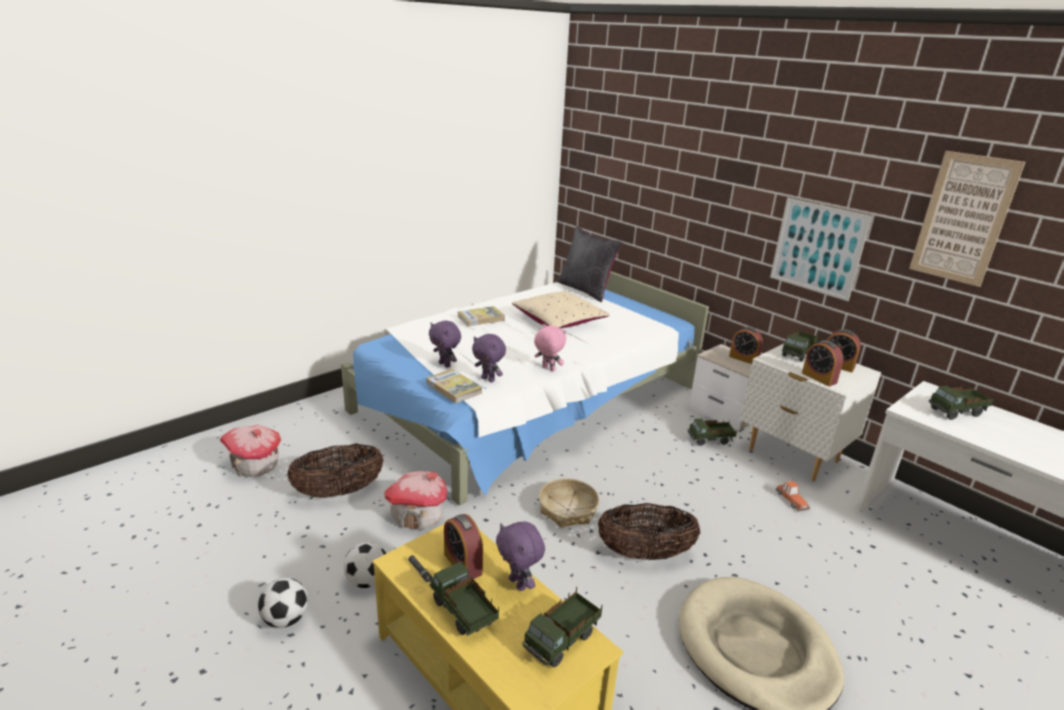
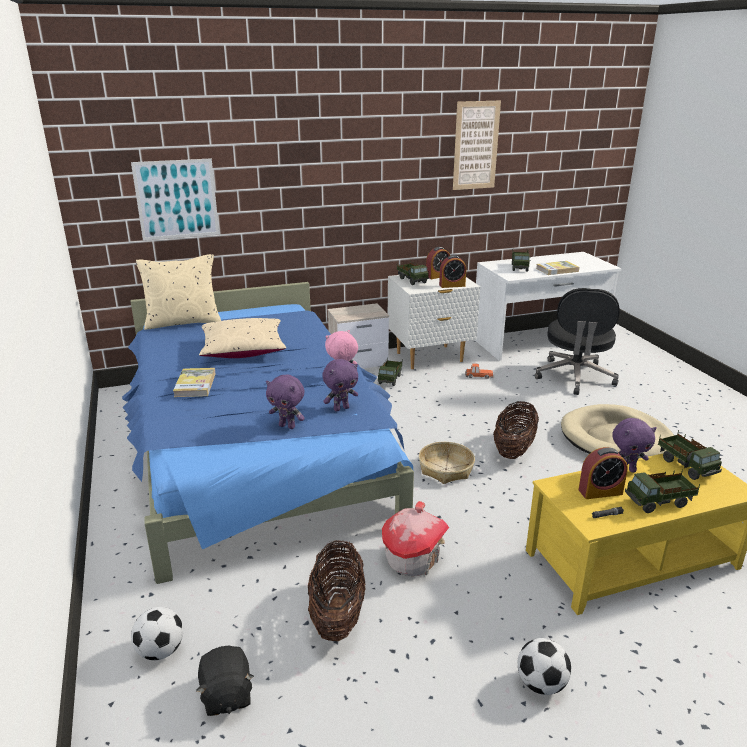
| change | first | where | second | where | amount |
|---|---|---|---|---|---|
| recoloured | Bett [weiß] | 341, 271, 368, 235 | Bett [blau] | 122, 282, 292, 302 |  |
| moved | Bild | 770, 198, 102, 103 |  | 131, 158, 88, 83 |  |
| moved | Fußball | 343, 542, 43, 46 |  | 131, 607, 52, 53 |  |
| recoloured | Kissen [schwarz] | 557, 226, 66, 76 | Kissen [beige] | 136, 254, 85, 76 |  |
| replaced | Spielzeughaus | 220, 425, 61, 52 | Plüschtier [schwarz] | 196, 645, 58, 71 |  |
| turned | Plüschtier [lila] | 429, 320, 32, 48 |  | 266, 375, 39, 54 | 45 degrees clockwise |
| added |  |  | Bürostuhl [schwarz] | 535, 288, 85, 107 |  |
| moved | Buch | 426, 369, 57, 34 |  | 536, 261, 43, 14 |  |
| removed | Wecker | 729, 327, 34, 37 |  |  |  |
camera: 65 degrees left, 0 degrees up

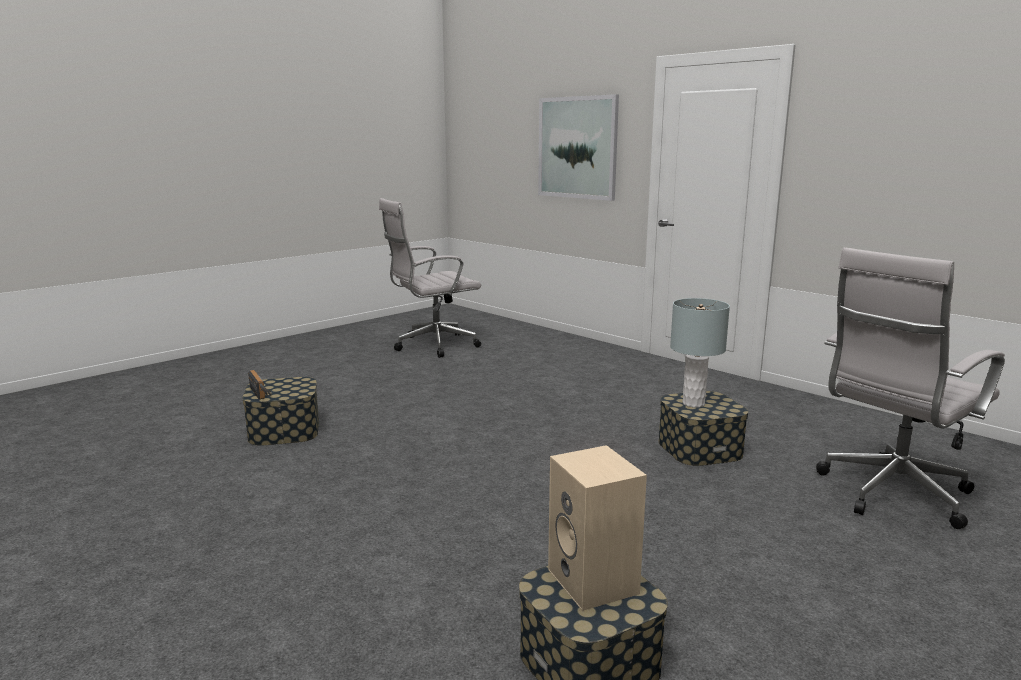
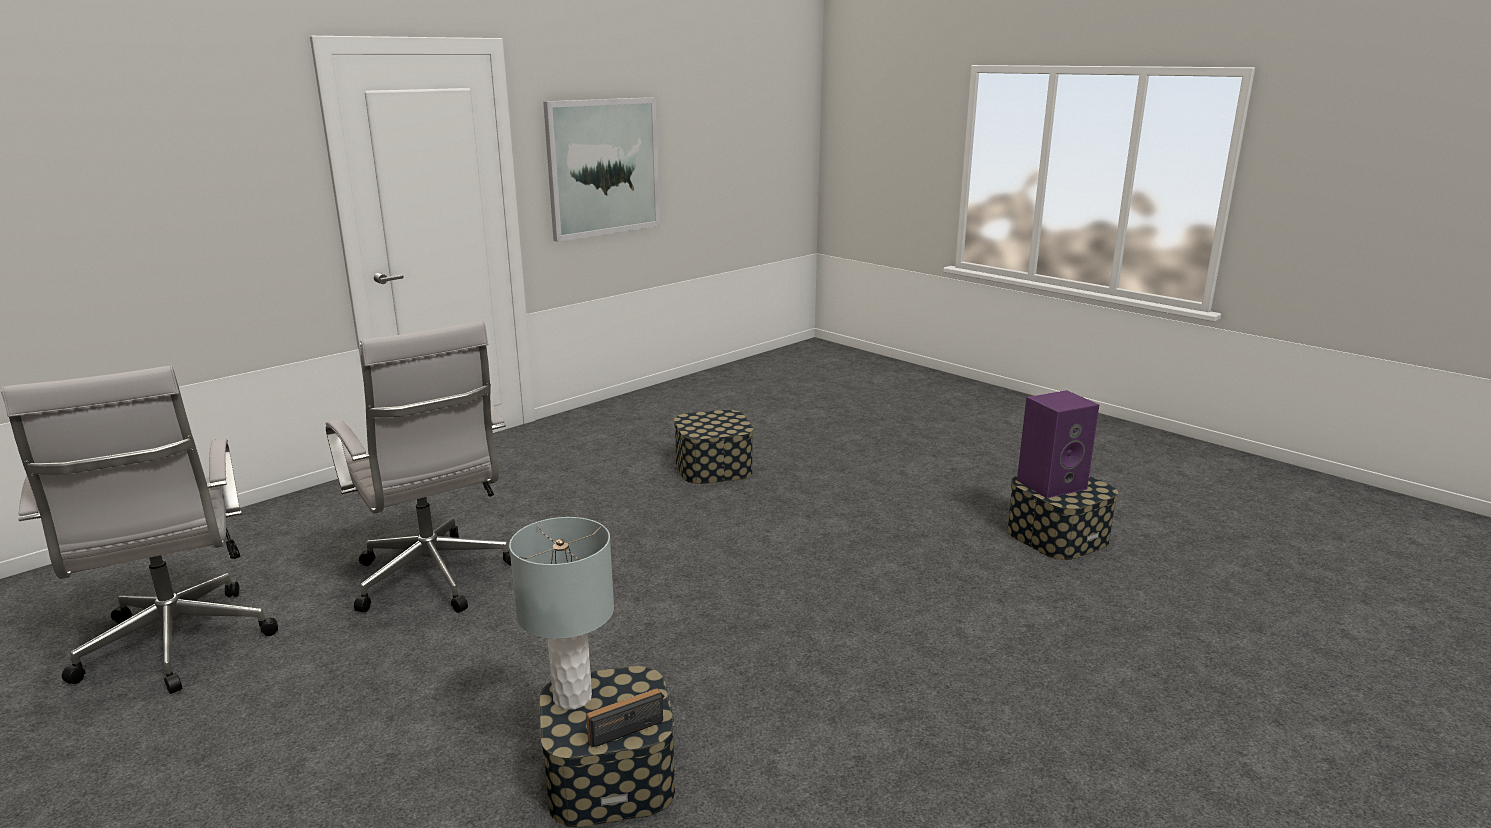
| change | first | where | second | where | amount |
|---|---|---|---|---|---|
| moved | Bürostuhl [weiß] | 816, 247, 189, 282 |  | 325, 321, 186, 292 |  |
| moved | Tischlampe [grau] | 670, 298, 60, 110 |  | 509, 517, 105, 193 |  |
| moved | Bild | 538, 94, 81, 107 |  | 543, 97, 117, 145 |  |
| recoloured | Lautsprecher [beige] | 548, 445, 99, 166 | Lautsprecher [lila] | 1017, 390, 82, 108 |  |
camera: 90 degrees left, 5 degrees up

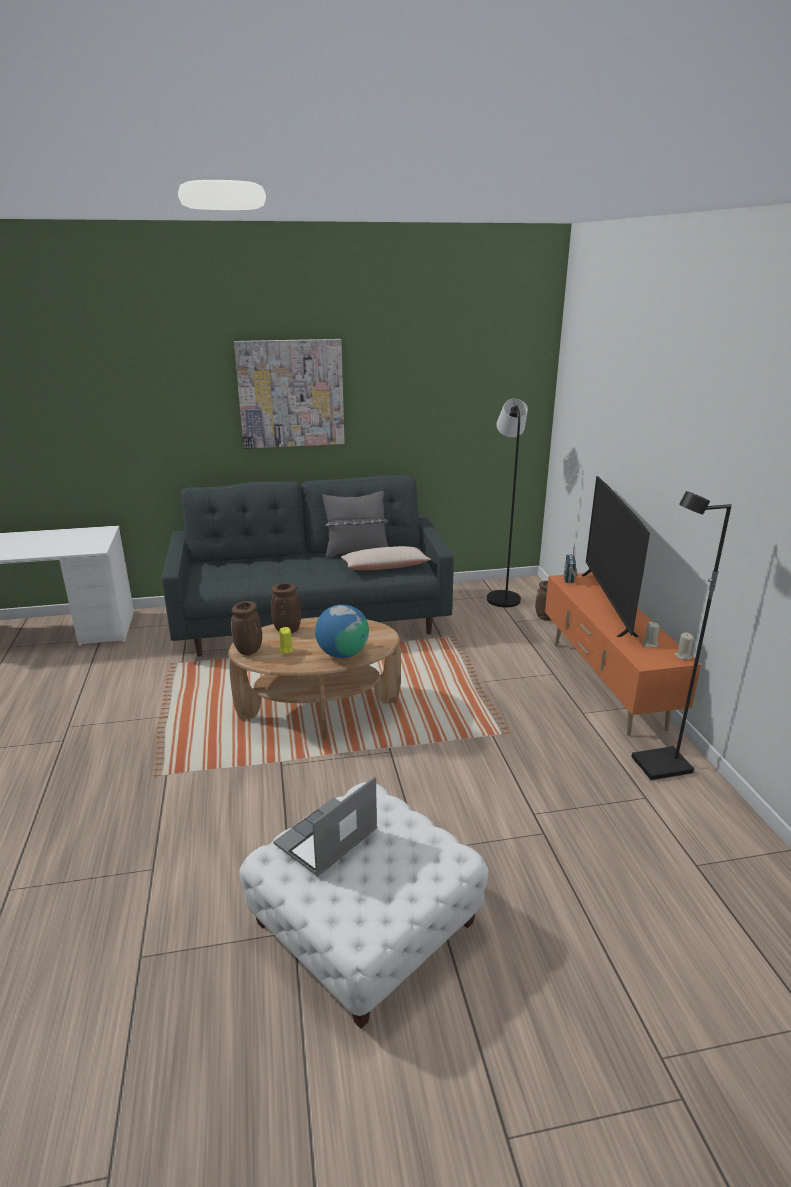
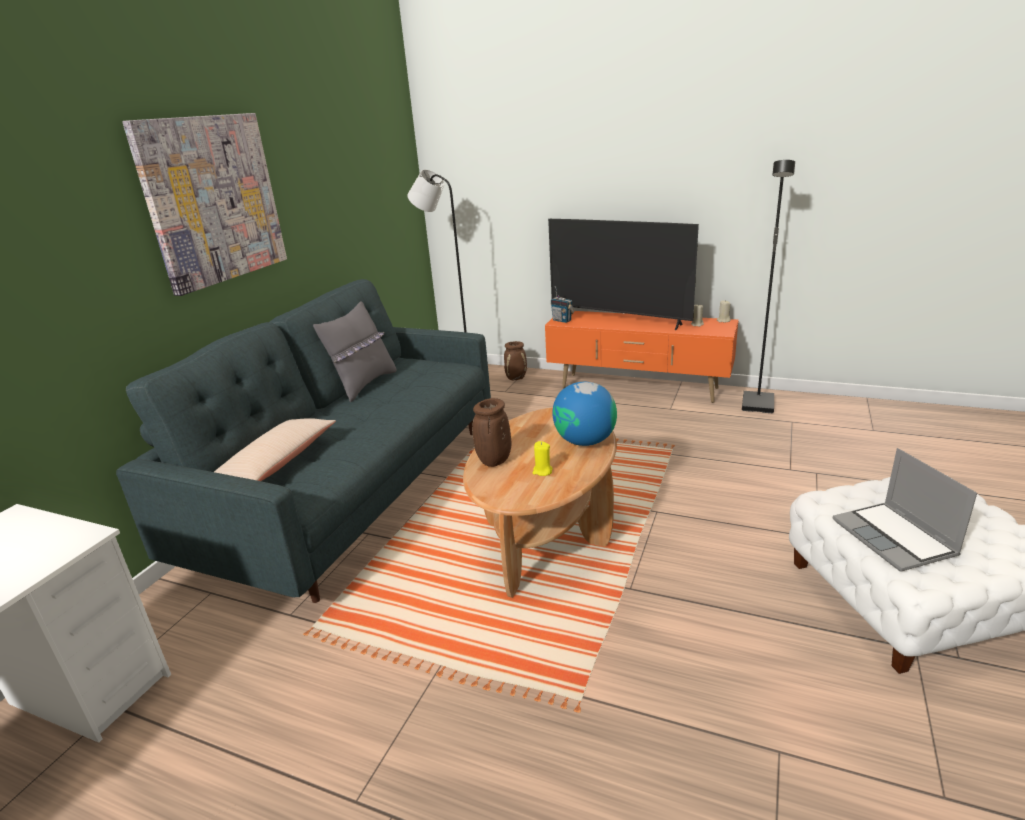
| change | first | where | second | where | amount |
|---|---|---|---|---|---|
| moved | Kissen [beige] | 341, 546, 90, 24 |  | 214, 418, 122, 63 |  |
| removed | Vase [braun] | 231, 601, 31, 54 |  |  |  |
camera: 55 degrees left, 0 degrees up

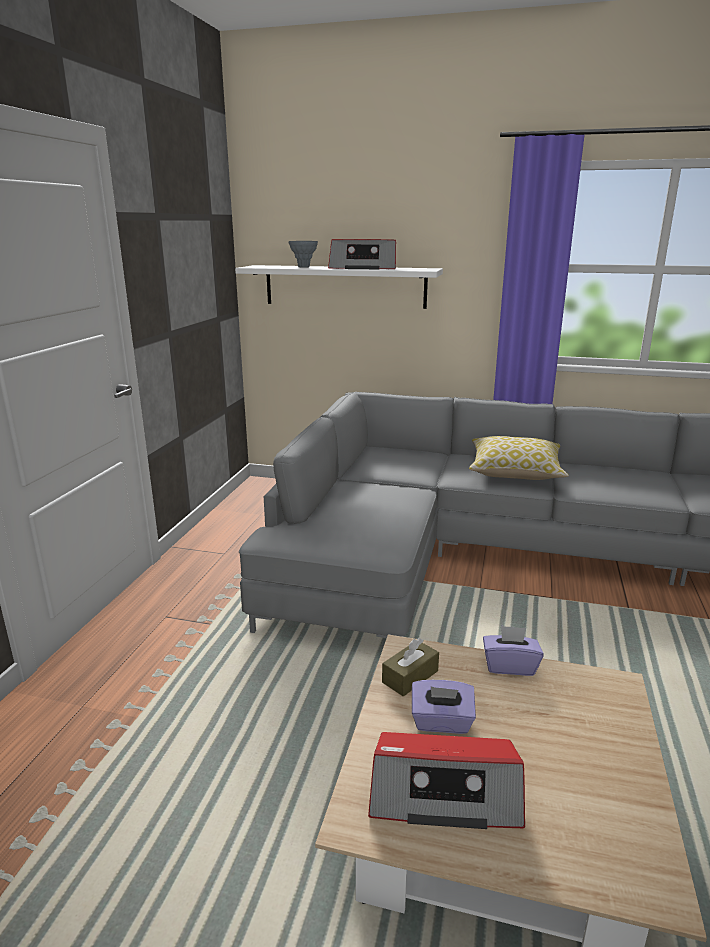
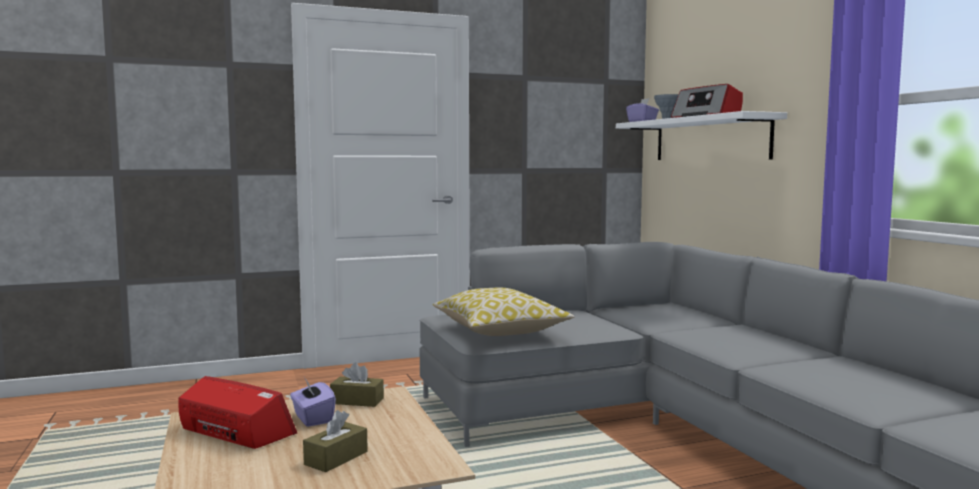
| change | first | where | second | where | amount |
|---|---|---|---|---|---|
| turned | Radio | 368, 732, 157, 97 |  | 179, 376, 118, 73 | 150 degrees clockwise |
| added |  |  | Taschentuchbox [braun] | 303, 410, 65, 62 |  |
| moved | Kissen | 469, 436, 100, 44 |  | 433, 288, 142, 48 |  |
| moved | Taschentuchbox [lila] | 483, 625, 60, 51 |  | 626, 98, 33, 24 |  |
camera: 55 degrees right, 15 degrees down

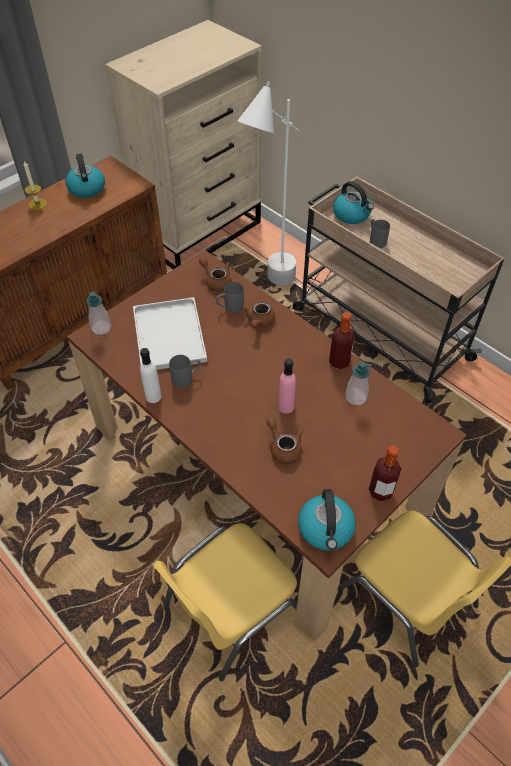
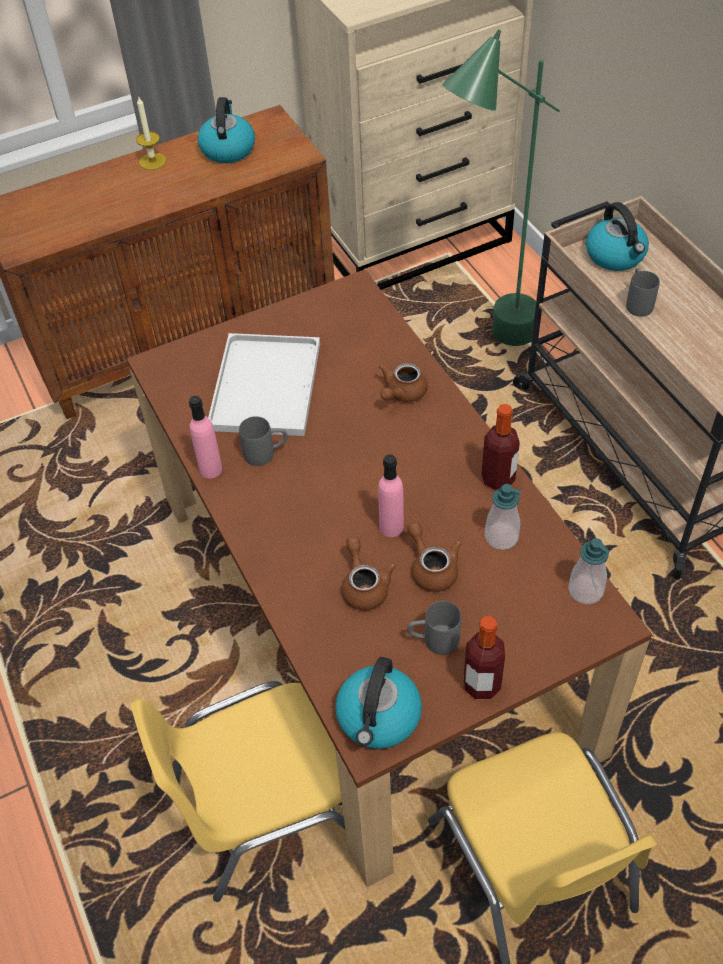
| change | first | where | second | where | amount |
|---|---|---|---|---|---|
| recoloured | Flasche [weiß] | 140, 348, 22, 55 | Flasche [rosa] | 189, 396, 33, 82 |  |
| moved | Teekanne [braun] | 199, 257, 33, 35 |  | 407, 522, 54, 70 |  |
| moved | Henkelbecher [grau] | 216, 282, 28, 31 |  | 407, 601, 54, 54 |  |
| recoloured | Stehlampe [weiß] | 238, 81, 62, 204 | Stehlampe [grün] | 442, 30, 118, 316 |  |
| moved | Seifenspender | 86, 292, 25, 43 |  | 568, 538, 41, 66 |  |
camera: 20 degrees right, 0 degrees up

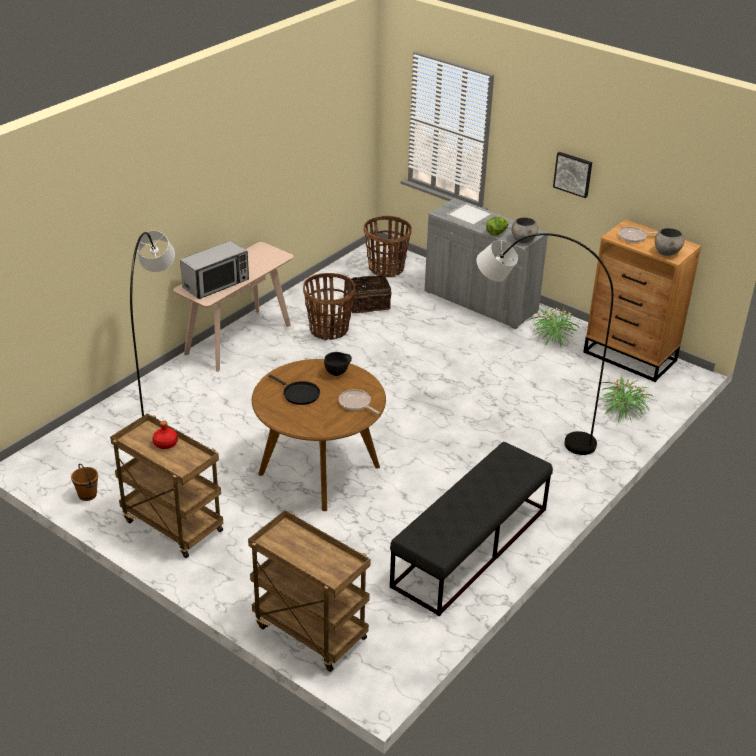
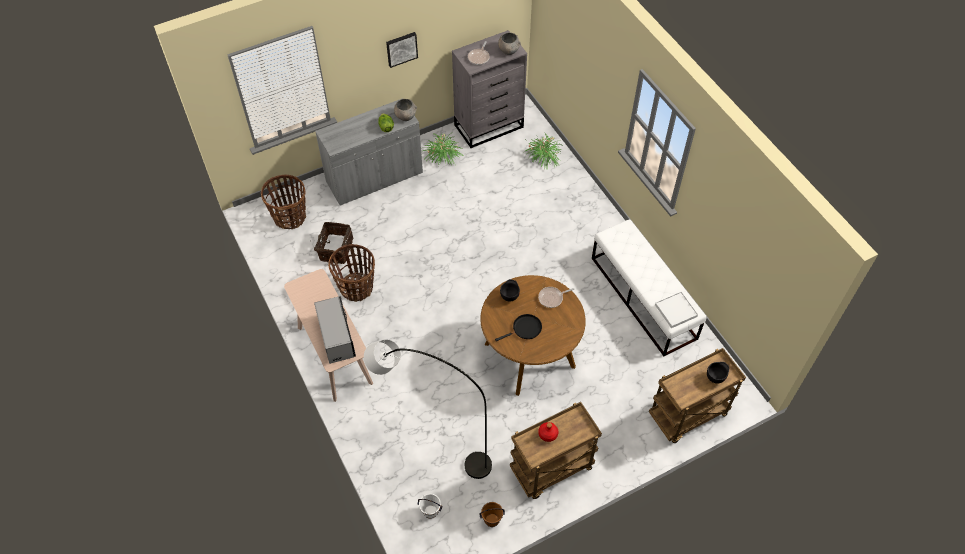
| change | first | where | second | where | amount |
|---|---|---|---|---|---|
| added |  |  | Eimer [weiß] | 418, 493, 24, 26 |  |
| recoloured | Kommode [braun] | 583, 220, 118, 162 | Kommode [grau] | 452, 30, 75, 118 |  |
| recoloured | Bank [schwarz] | 390, 442, 163, 174 | Bank [weiß] | 592, 219, 114, 137 |  |
| moved | Tablett [weiß] | 447, 203, 46, 26 |  | 655, 292, 43, 36 |  |
| added |  |  | Schüssel [schwarz] | 707, 362, 22, 22 |  |
| removed | Stehlampe [grau] | 477, 233, 136, 222 |  |  |  |
camera: 65 degrees left, 20 degrees up

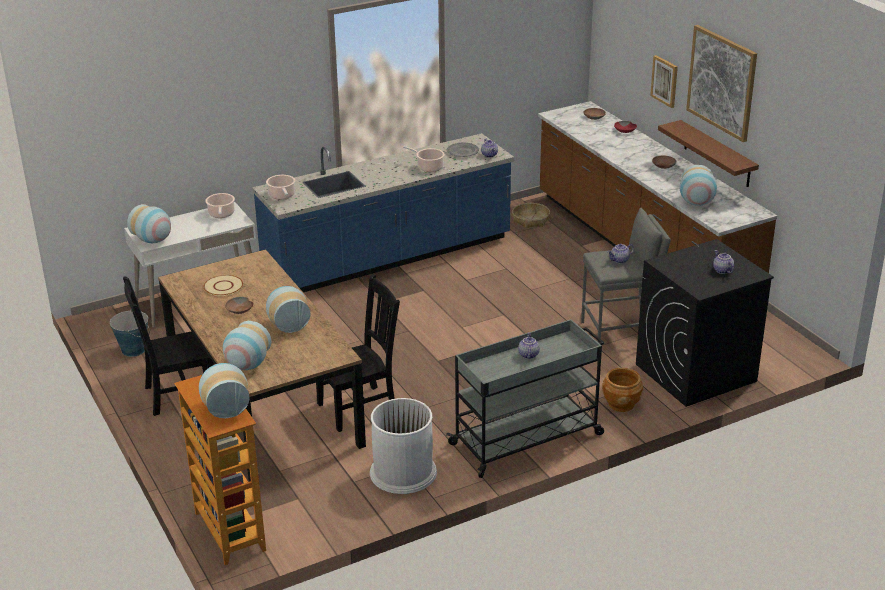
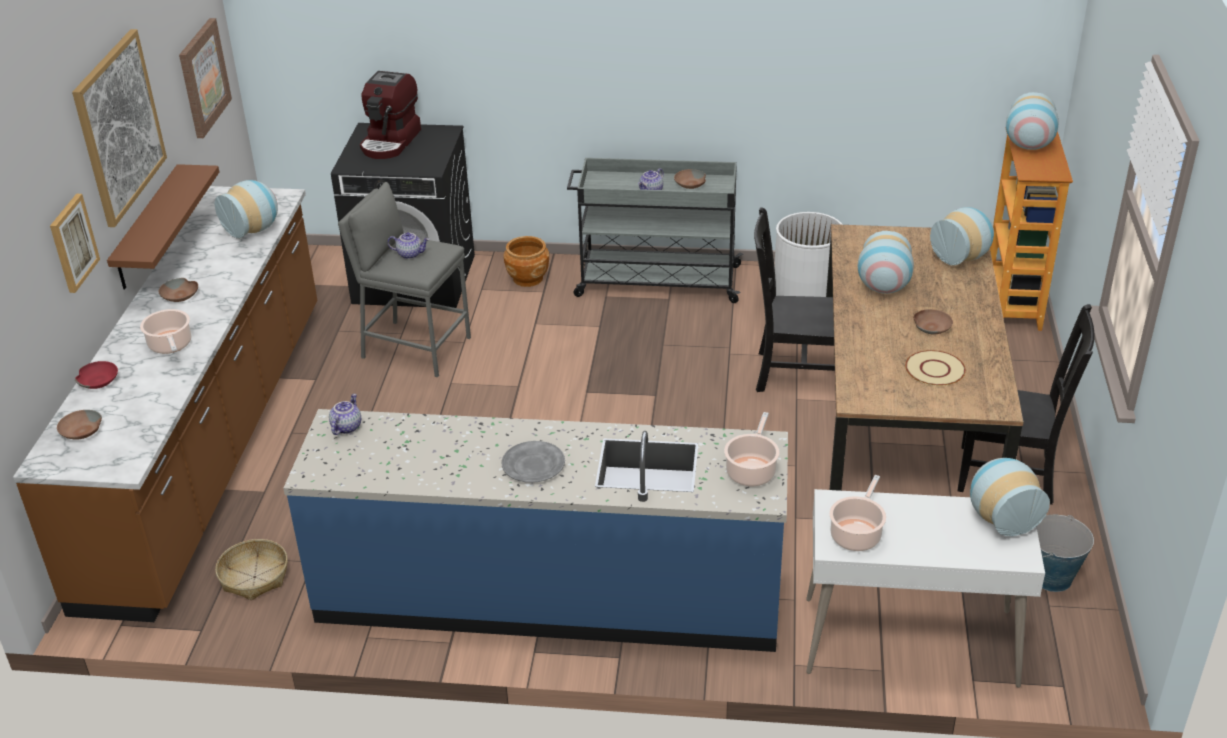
| change | first | where | second | where | amount |
|---|---|---|---|---|---|
| moved | Kochtopf | 403, 146, 42, 26 |  | 140, 309, 51, 45 |  |
| added |  |  | Bild | 179, 18, 53, 120 |  |
| replaced | Teekanne | 713, 250, 21, 24 | Kaffeemaschine | 360, 71, 61, 88 |  |
| moved | Teller [grau] | 447, 143, 32, 14 |  | 502, 441, 63, 42 |  |
| added |  |  | Schüssel [braun] | 674, 169, 32, 20 |  |
camera: 145 degrees left, 5 degrees up

